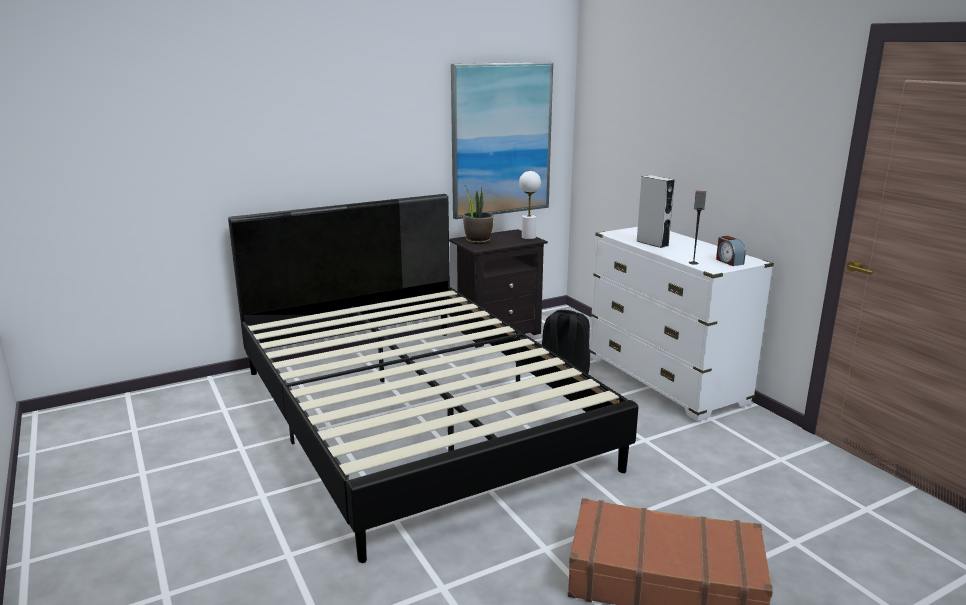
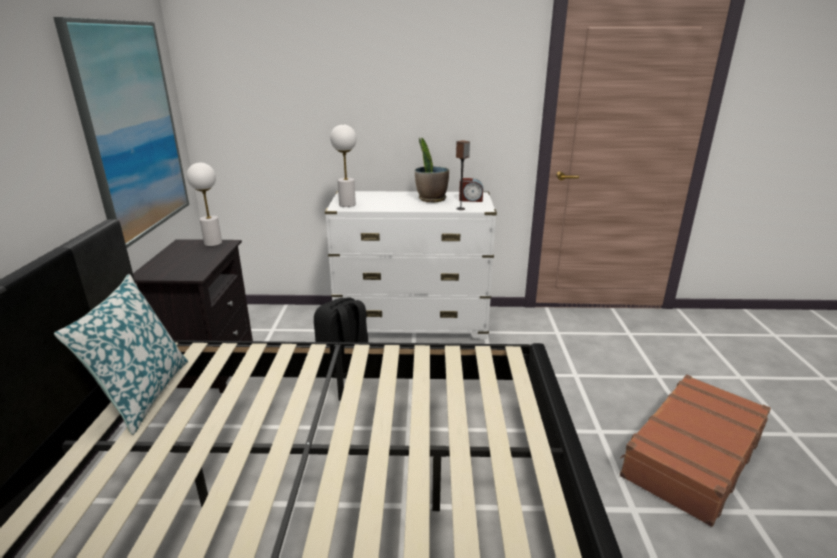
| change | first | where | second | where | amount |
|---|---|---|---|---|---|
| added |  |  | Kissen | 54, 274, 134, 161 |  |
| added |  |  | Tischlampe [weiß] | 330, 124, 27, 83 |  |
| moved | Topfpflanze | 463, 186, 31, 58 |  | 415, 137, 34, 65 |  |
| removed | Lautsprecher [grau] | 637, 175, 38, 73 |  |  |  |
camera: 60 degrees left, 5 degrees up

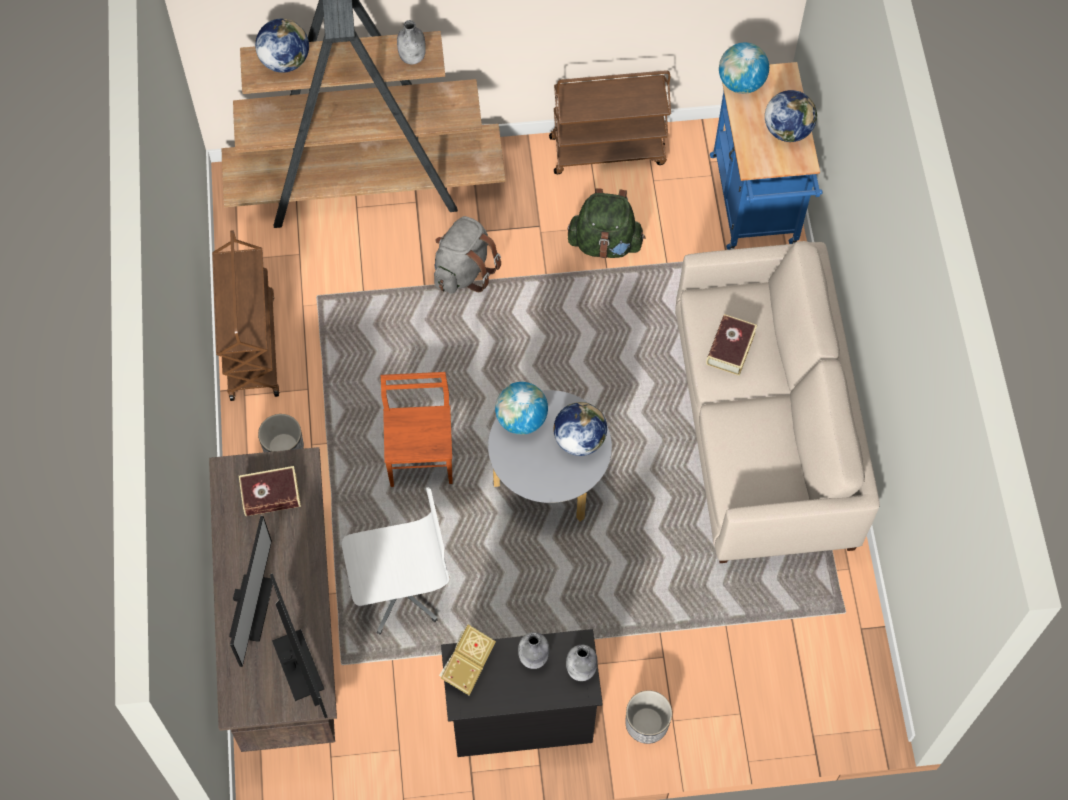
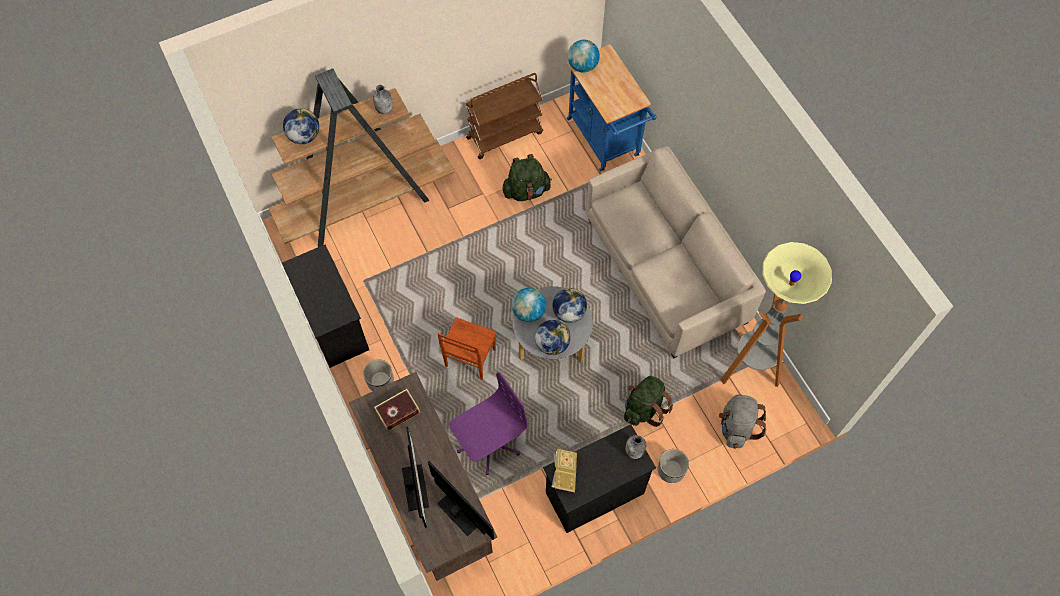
| change | first | where | second | where | amount |
|---|---|---|---|---|---|
| replaced | Rollwagen [braun] | 212, 230, 67, 171 | Kommode [schwarz] | 282, 245, 87, 123 |  |
| turned | Stuhl [braun] | 381, 372, 72, 115 |  | 438, 317, 58, 63 | 135 degrees counterclockwise |
| recoloured | Bürostuhl [weiß] | 342, 487, 107, 147 | Bürostuhl [lila] | 449, 372, 79, 103 |  |
| moved | Globus | 765, 90, 52, 52 |  | 535, 320, 36, 35 |  |
| added |  |  | Rucksack [grün] | 624, 376, 49, 51 |  |
| moved | Rucksack [grau] | 434, 216, 67, 78 |  | 719, 394, 47, 55 |  |
| added |  |  | Stehlampe | 721, 242, 111, 145 |  |
| removed | Flasche [grau] | 518, 632, 31, 37 |  |  |  |
| removed | Buch | 706, 314, 51, 62 |  |  |  |
camera: 20 degrees left, 0 degrees up

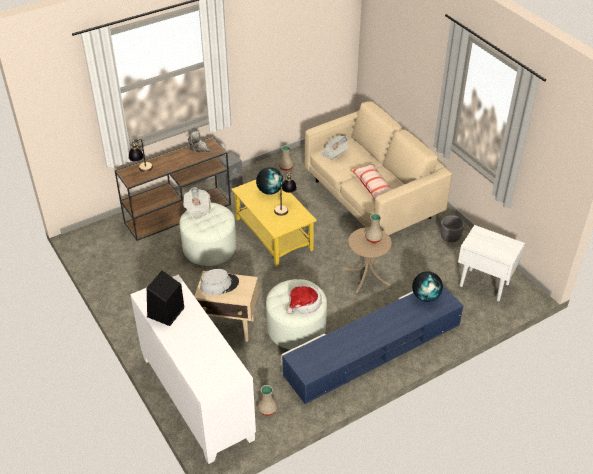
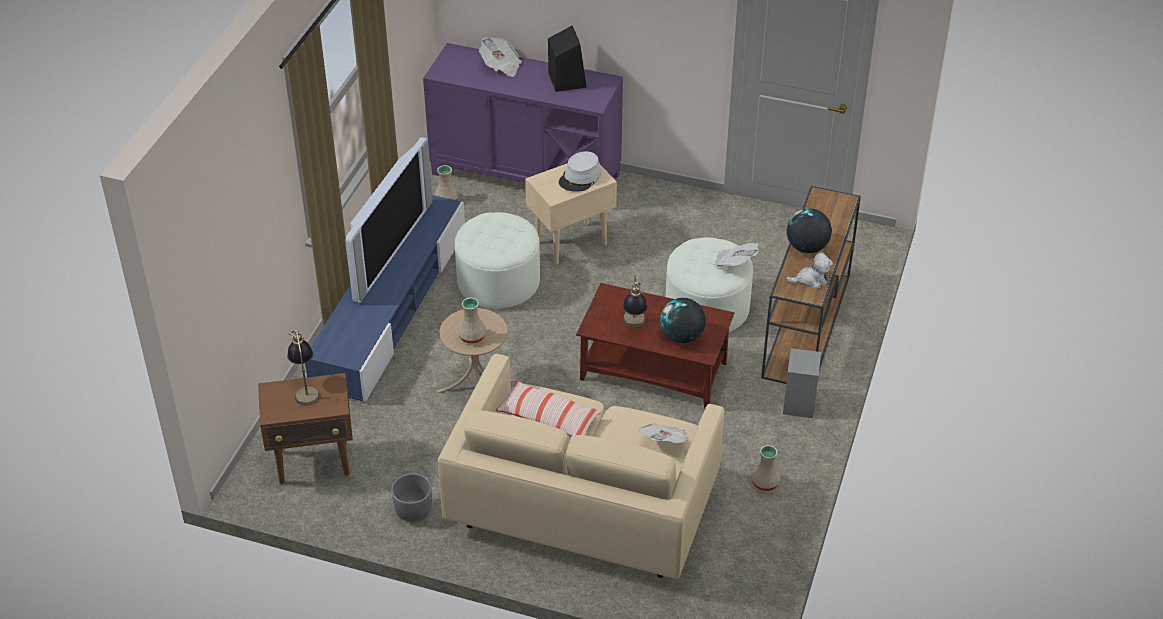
| change | first | where | second | where | amount |
|---|---|---|---|---|---|
| recoloured | Beistelltisch [weiß] | 458, 225, 67, 76 | Beistelltisch [braun] | 258, 373, 95, 111 |  |
| moved | Tischlampe | 129, 139, 24, 33 |  | 287, 329, 33, 77 |  |
| added |  |  | Fernseher | 345, 137, 88, 166 |  |
| recoloured | Schrank [weiß] | 130, 274, 126, 190 | Schrank [lila] | 423, 43, 200, 140 |  |
| added |  |  | Zeitung | 479, 37, 43, 40 |  |
| recoloured | Couchtisch [gelb] | 231, 180, 86, 86 | Couchtisch [braun] | 576, 283, 158, 125 |  |
| moved | Globus | 412, 271, 31, 31 |  | 786, 208, 46, 45 |  |
| removed | Hut | 286, 285, 36, 29 |  |  |  |
camera: 140 degrees right, 0 degrees up

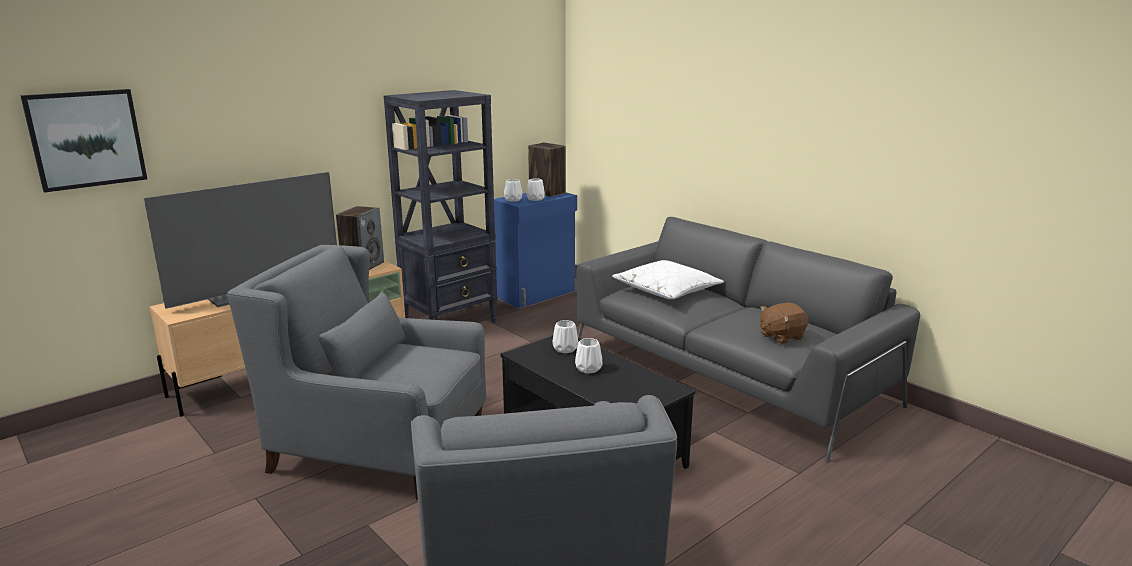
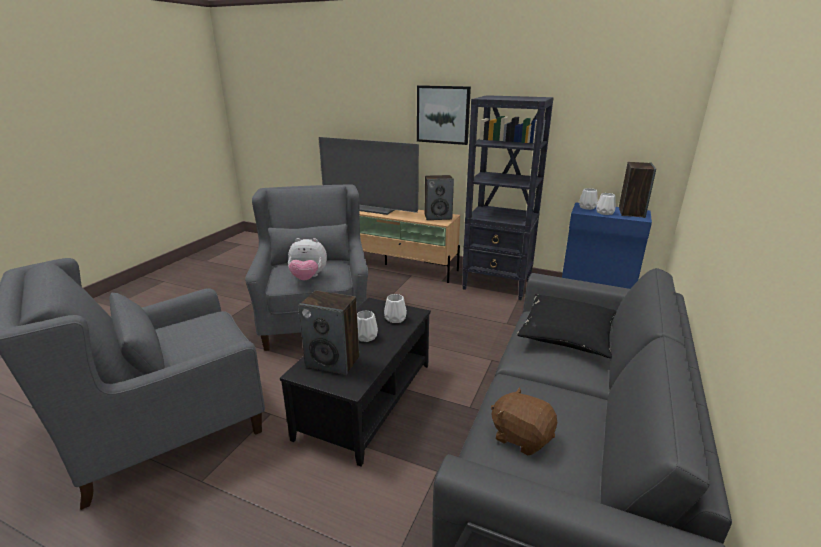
| change | first | where | second | where | amount |
|---|---|---|---|---|---|
| added |  |  | Plüschtier | 288, 238, 39, 43 |  |
| added |  |  | Lautsprecher | 298, 290, 61, 85 |  |
| moved | Bild | 20, 89, 127, 104 |  | 417, 85, 54, 60 |  |
| recoloured | Kissen [weiß] | 612, 260, 112, 39 | Kissen [schwarz] | 517, 294, 99, 64 |  |
camera: 65 degrees right, 5 degrees up

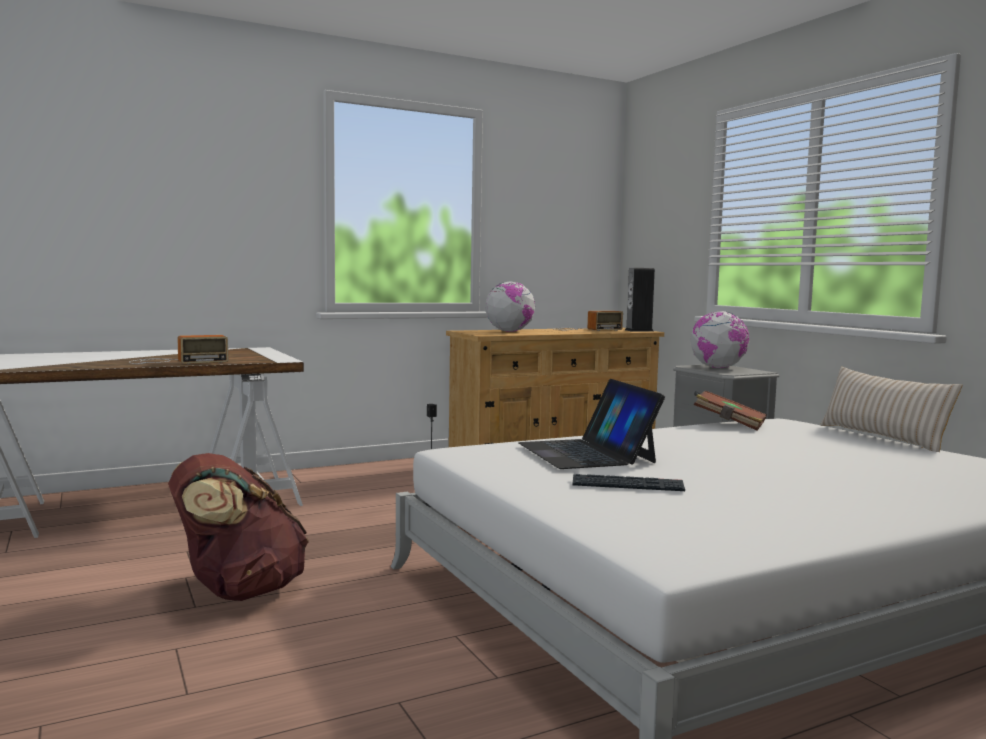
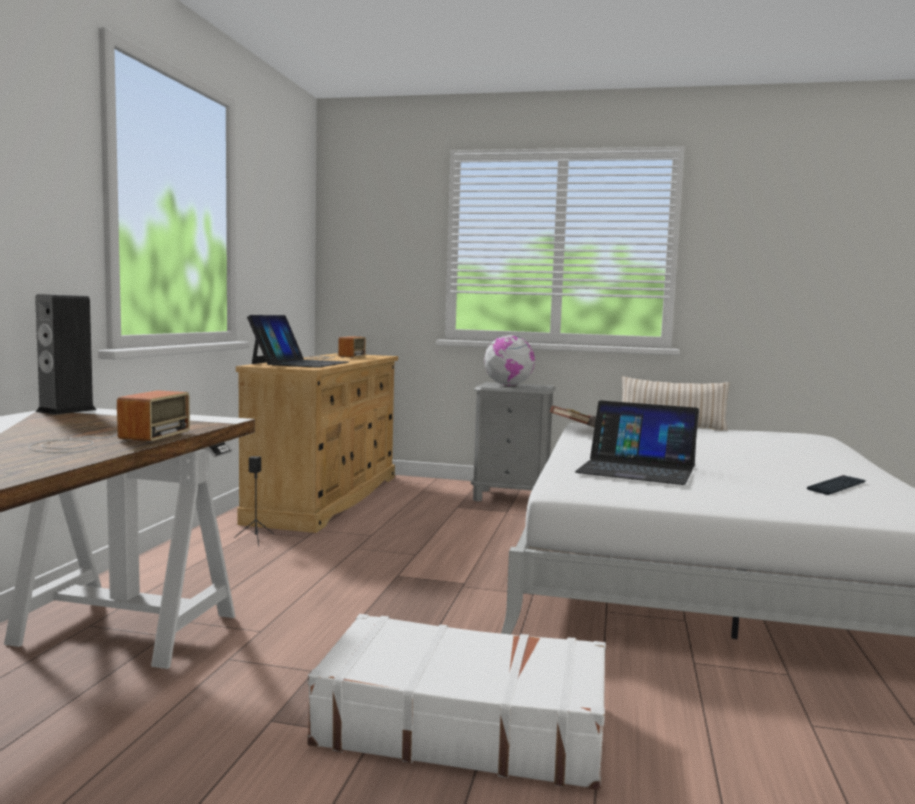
| change | first | where | second | where | amount |
|---|---|---|---|---|---|
| moved | Lautsprecher | 625, 268, 30, 63 |  | 35, 294, 62, 121 |  |
| replaced | Globus | 485, 281, 50, 51 | Laptop | 247, 315, 102, 53 |  |
| replaced | Rucksack [braun] | 168, 453, 141, 148 | Koffer [weiß] | 307, 614, 299, 176 |  |
| moved | Tastatur | 573, 474, 112, 17 |  | 807, 475, 59, 20 |  |
camera: 50 degrees left, 0 degrees up

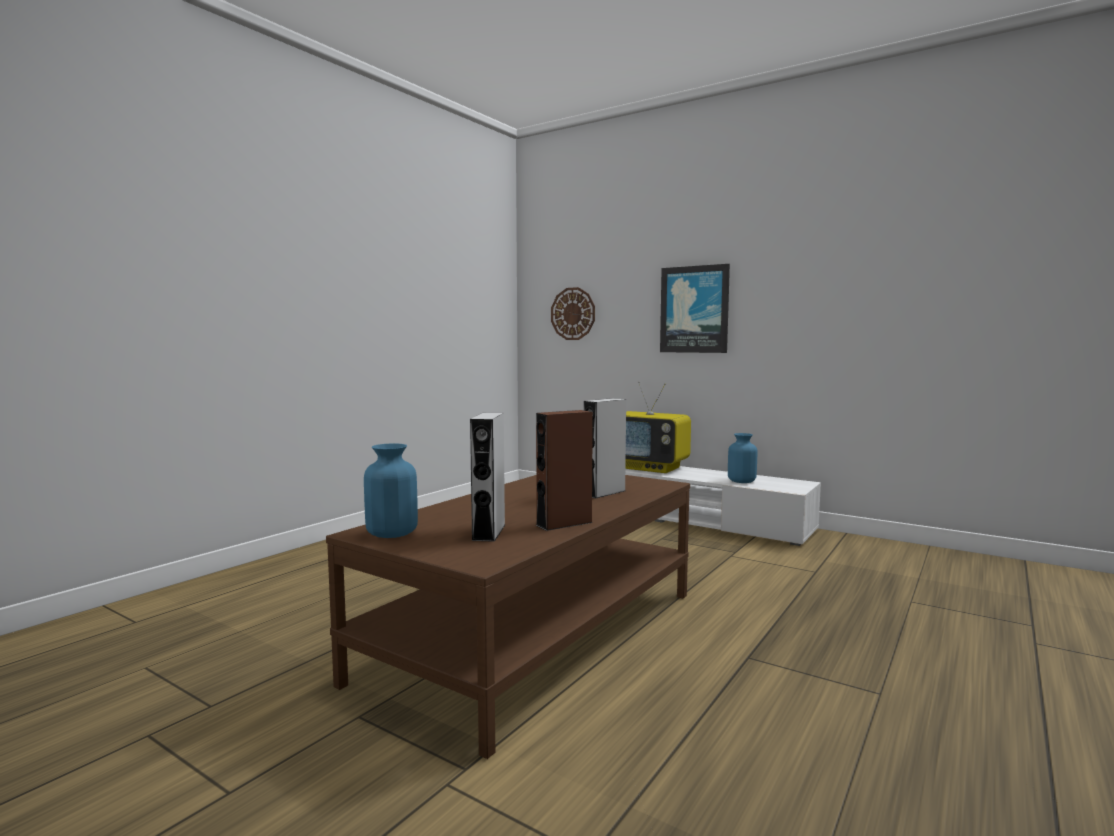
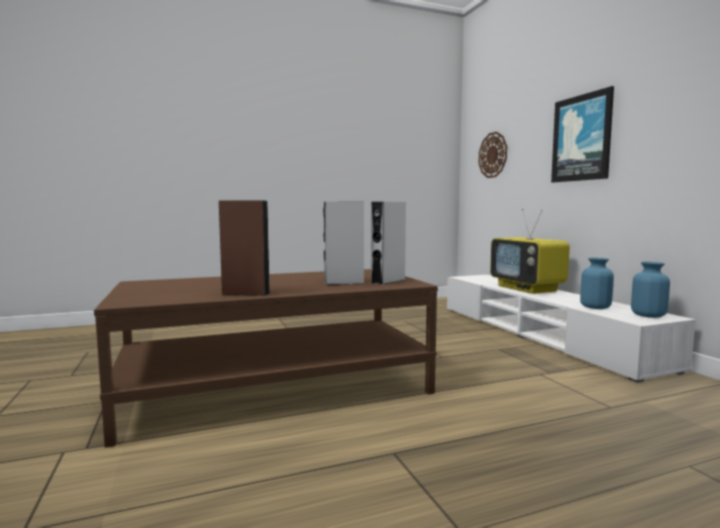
| change | first | where | second | where | amount |
|---|---|---|---|---|---|
| moved | Lautsprecher [grau] | 470, 413, 35, 129 |  | 371, 202, 35, 83 |  |
| moved | Vase [blau] | 364, 443, 54, 95 |  | 631, 262, 39, 56 |  |
camera: 35 degrees right, 0 degrees up

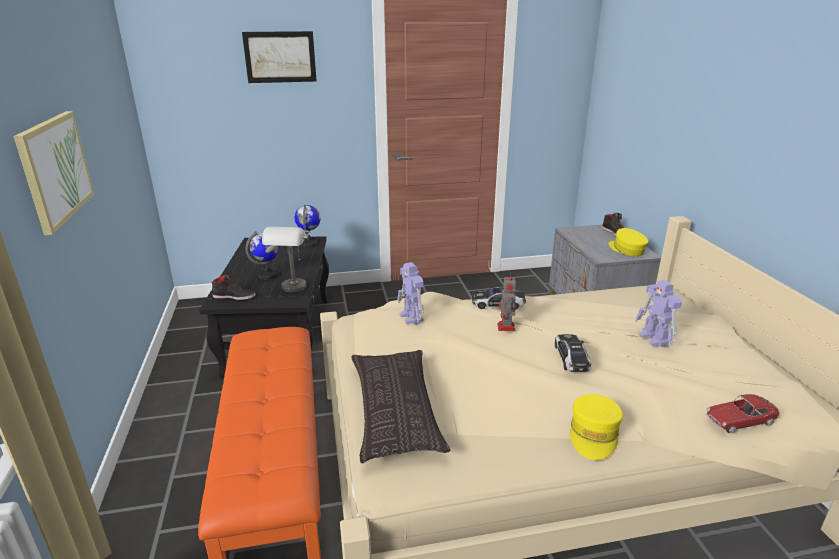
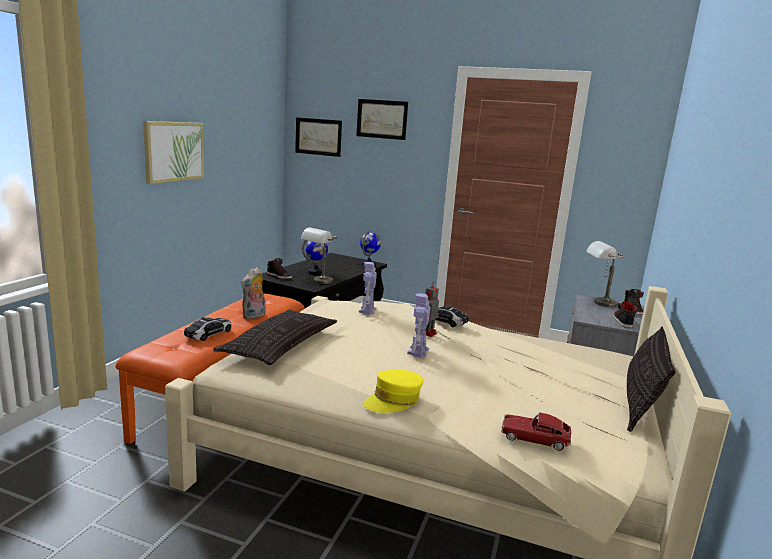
| change | first | where | second | where | amount |
|---|---|---|---|---|---|
| moved | Spielzeugauto | 555, 334, 36, 38 |  | 184, 317, 48, 24 |  |
| added |  |  | Plüschtier | 241, 267, 25, 52 |  |
| added |  |  | Bild | 295, 117, 47, 40 |  |
| moved | Spielzeugroboter | 635, 280, 47, 67 |  | 407, 293, 24, 65 |  |
| added |  |  | Tischlampe [grau] | 586, 241, 39, 66 |  |
| replaced | Kappe [gelb] | 608, 228, 41, 29 | Schuh [schwarz] | 614, 301, 24, 27 |  |
| added |  |  | Kissen | 627, 327, 49, 105 |  |
camera: 30 degrees right, 10 degrees down

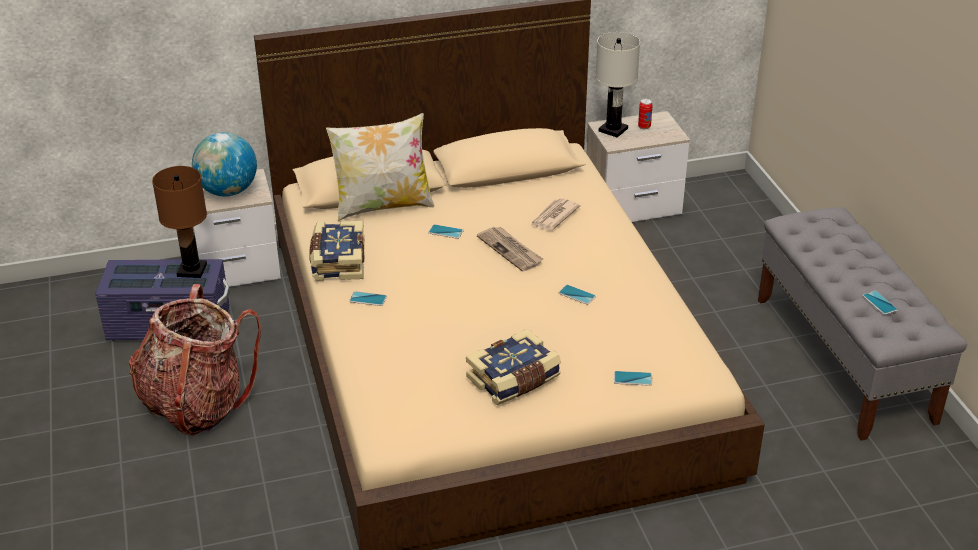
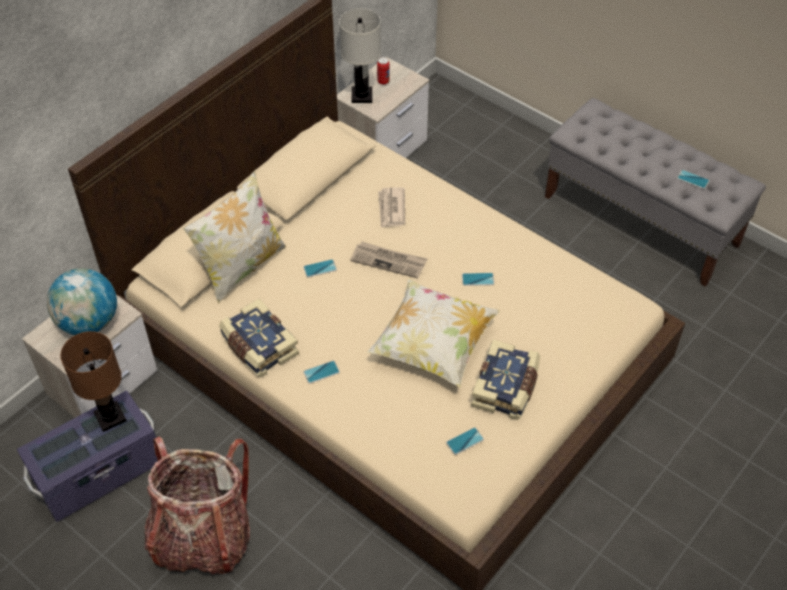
| change | first | where | second | where | amount |
|---|---|---|---|---|---|
| added |  |  | Kissen | 367, 279, 133, 109 |  |
| moved | Handy | 614, 371, 38, 15 |  | 446, 427, 38, 28 |  |
camera: 35 degrees left, 15 degrees up

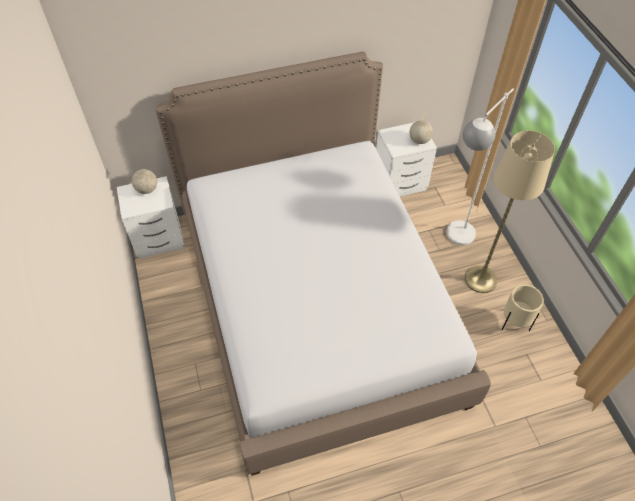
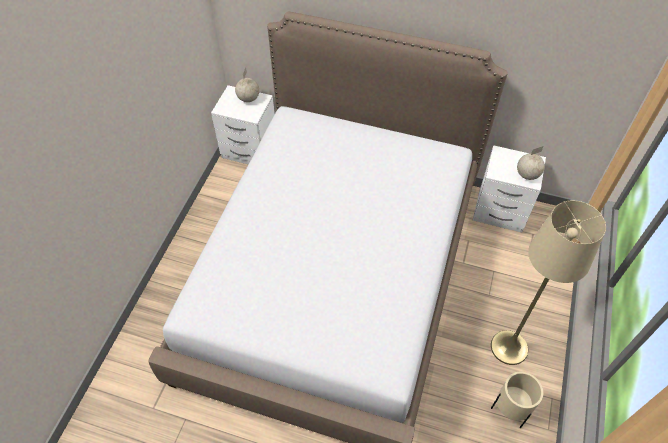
| change | first | where | second | where | amount |
|---|---|---|---|---|---|
| removed | Stehlampe [weiß] | 446, 88, 68, 157 |  |  |  |
camera: 35 degrees right, 0 degrees up

